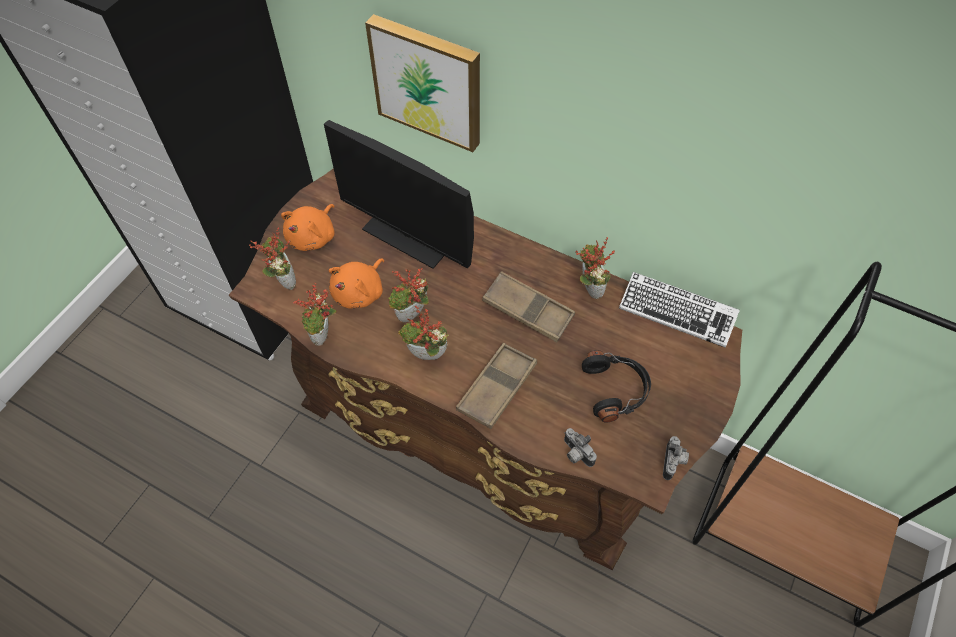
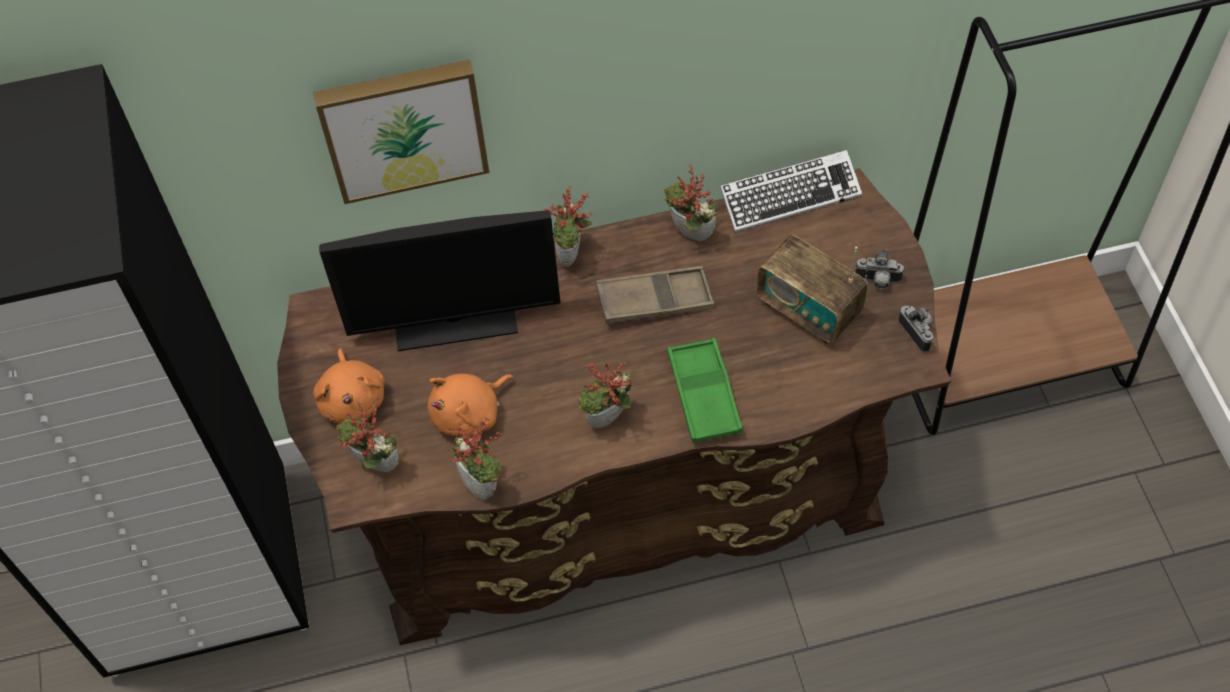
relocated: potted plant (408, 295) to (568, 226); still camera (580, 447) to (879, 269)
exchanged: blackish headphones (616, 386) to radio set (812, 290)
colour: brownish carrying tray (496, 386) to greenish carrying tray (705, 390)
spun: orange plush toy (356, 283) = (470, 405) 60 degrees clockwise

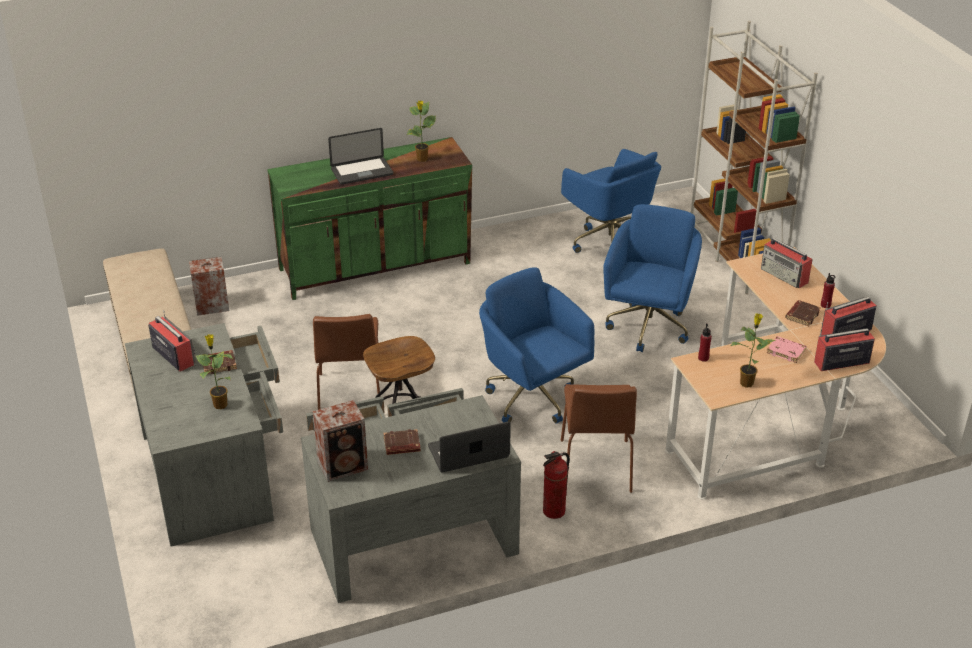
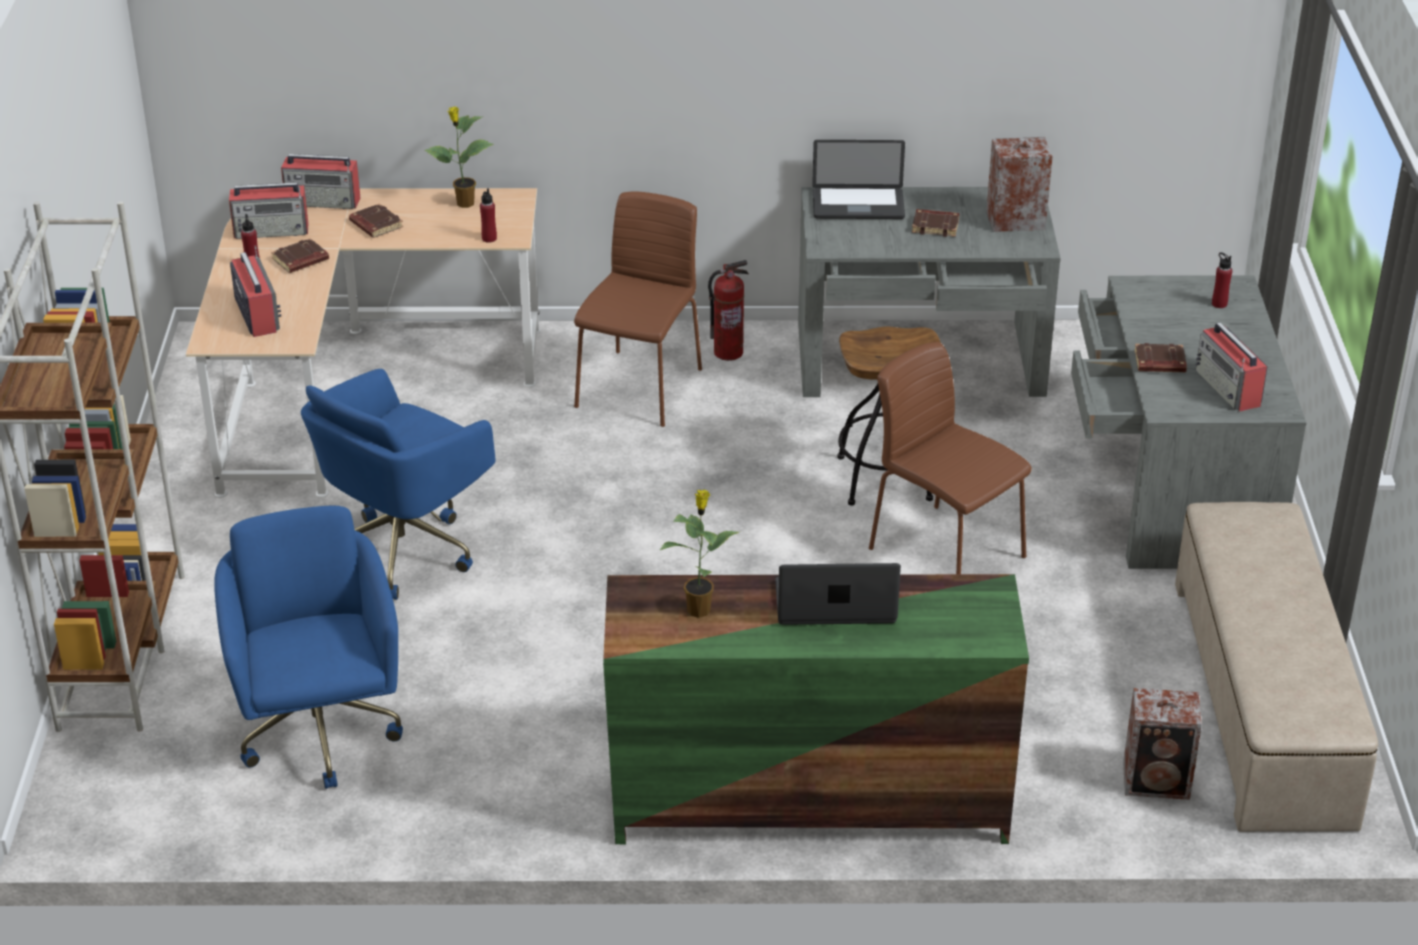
missing: blue office chair (536, 345); potted plant (214, 371)
appeared: red-coloured drink bottle (1222, 280)
colour: pinkish bound book (786, 349) to brownish bound book (376, 221)
spun: brownish chair (346, 362) = (950, 458) 60 degrees counterclockwise

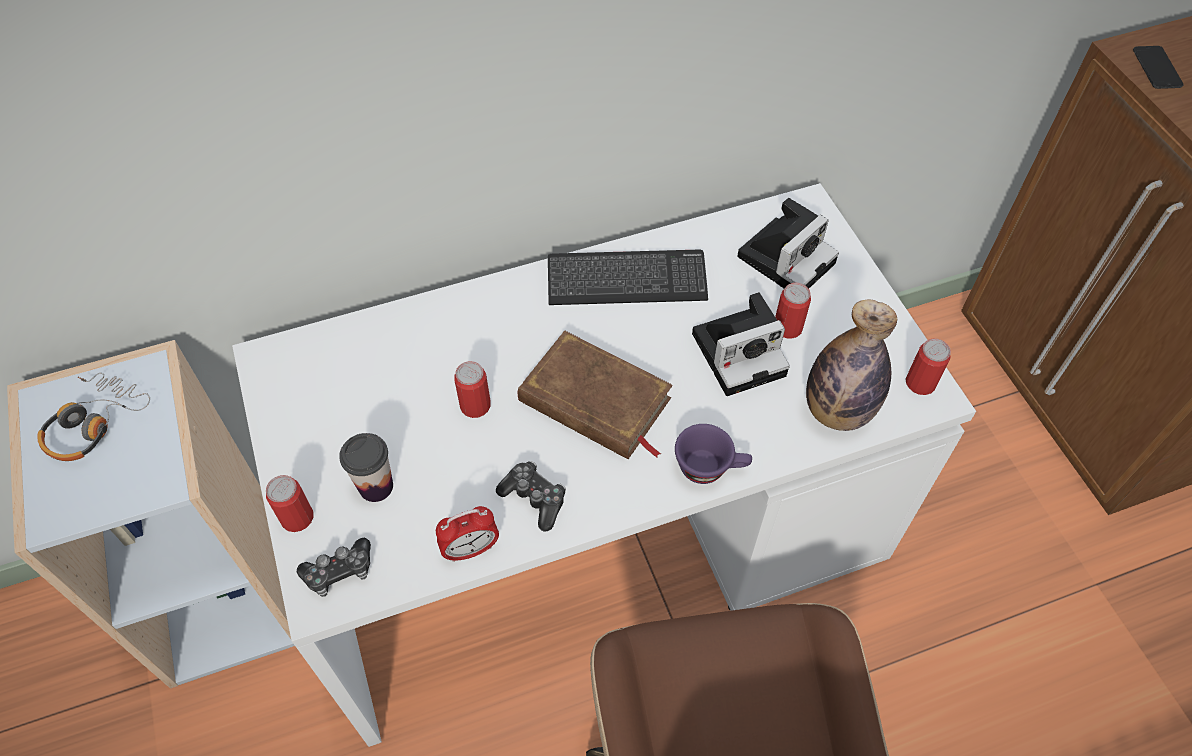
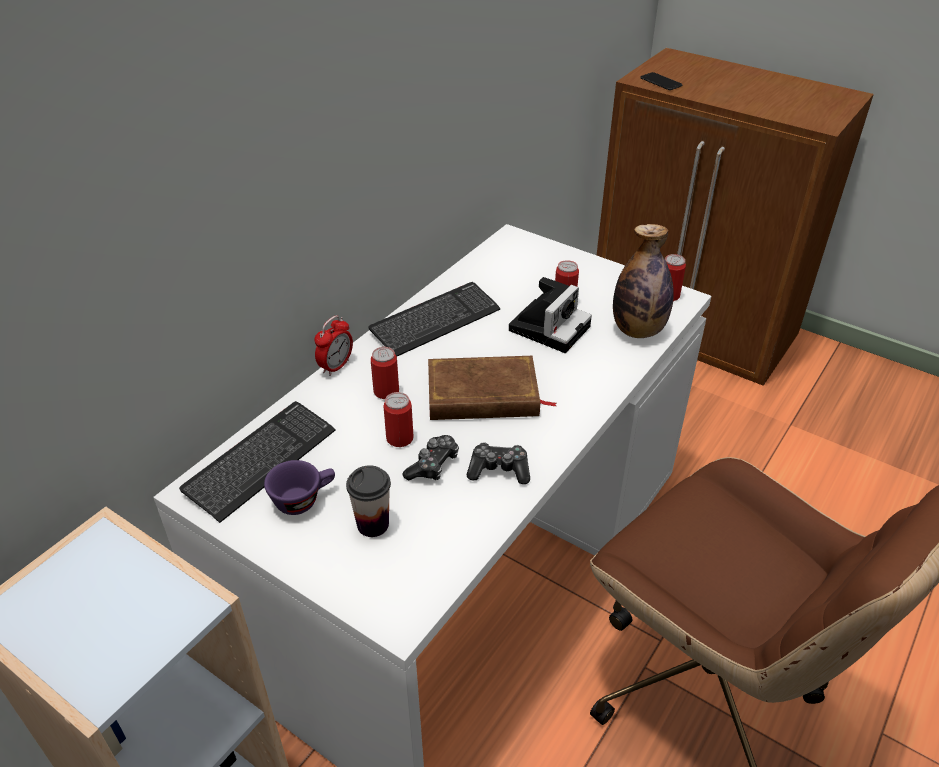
missing: still camera (788, 243); headphones (93, 417)
appeared: keyboard (257, 462)
relocated: purple-coloured cup (713, 454) to (299, 487); metal can (290, 503) to (385, 373); table clock (467, 534) to (334, 345); joypad (334, 567) to (430, 458)

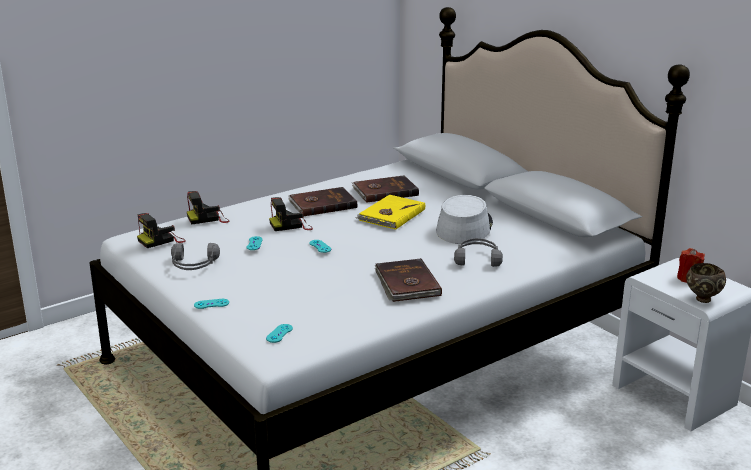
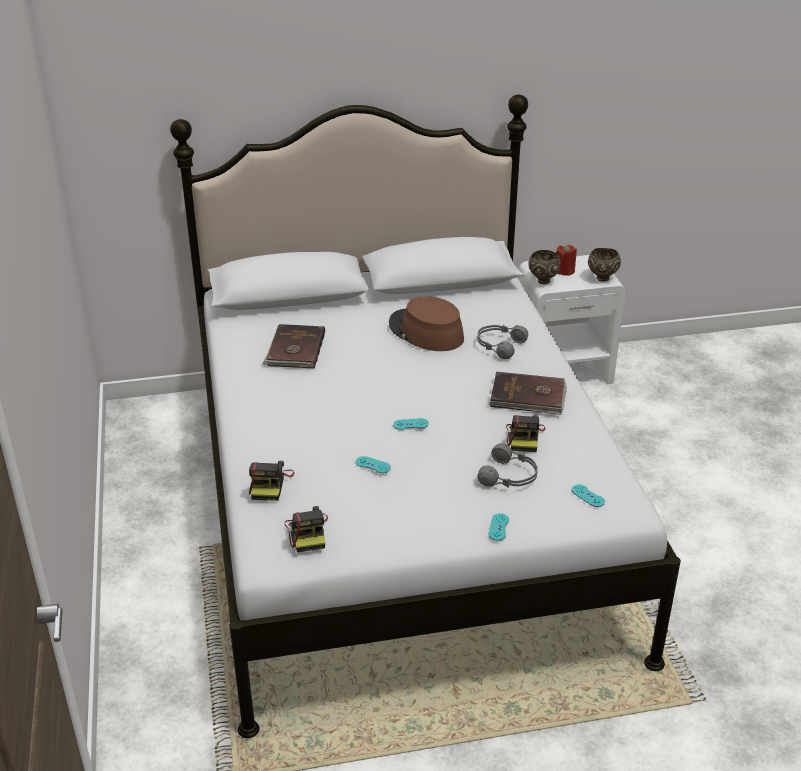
missing: brownish bound book (322, 202); yellowish bound book (390, 212)
appeared: brownish bowl (544, 267)
relocated: still camera (291, 214) to (525, 433); greyish headphones (195, 256) to (507, 465)
colour: greyish hat (464, 219) to brownish hat (426, 323)

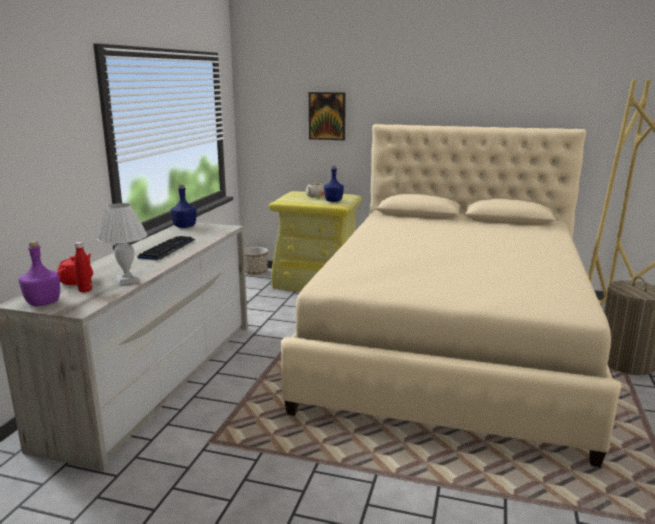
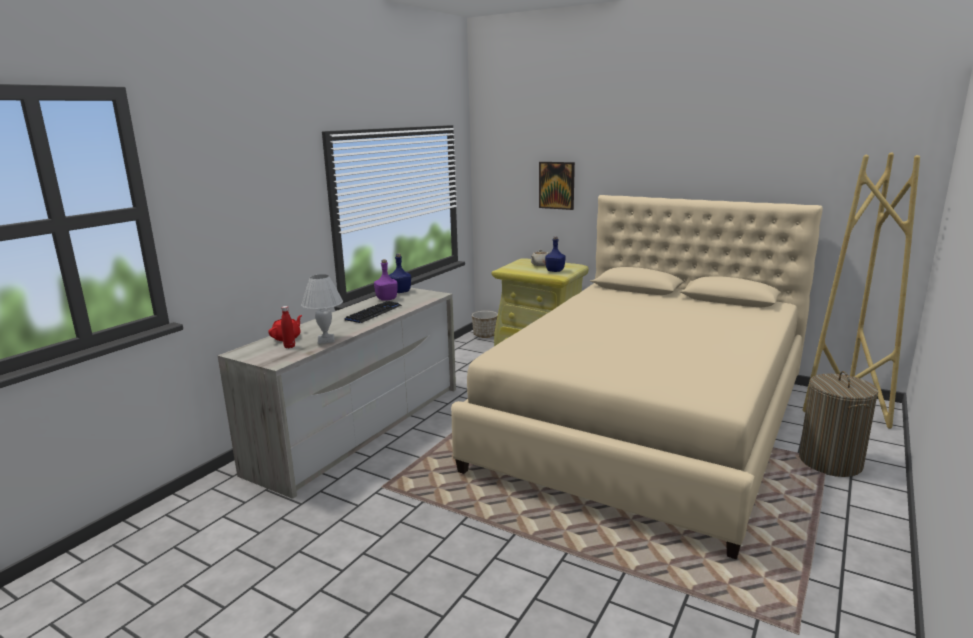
relocated: purple-coloured drink bottle (39, 273) to (386, 280)

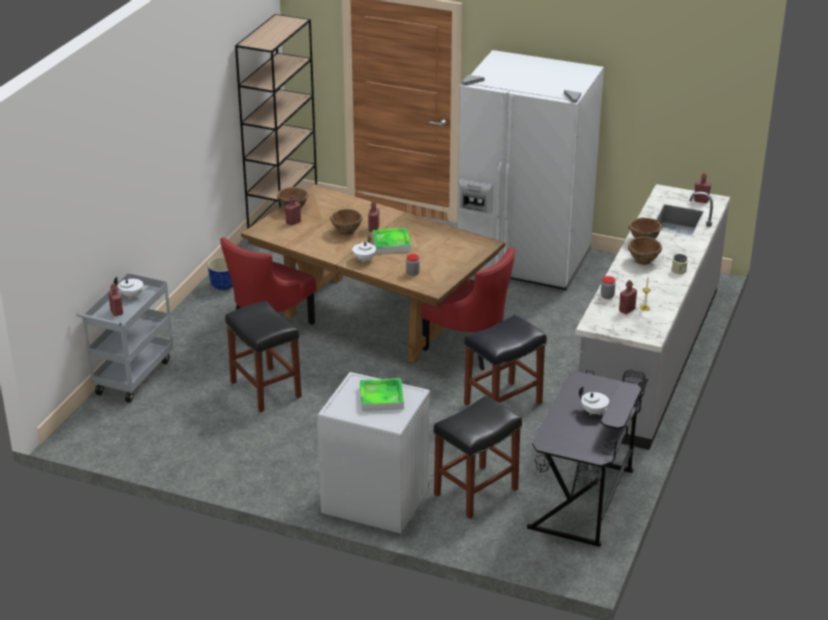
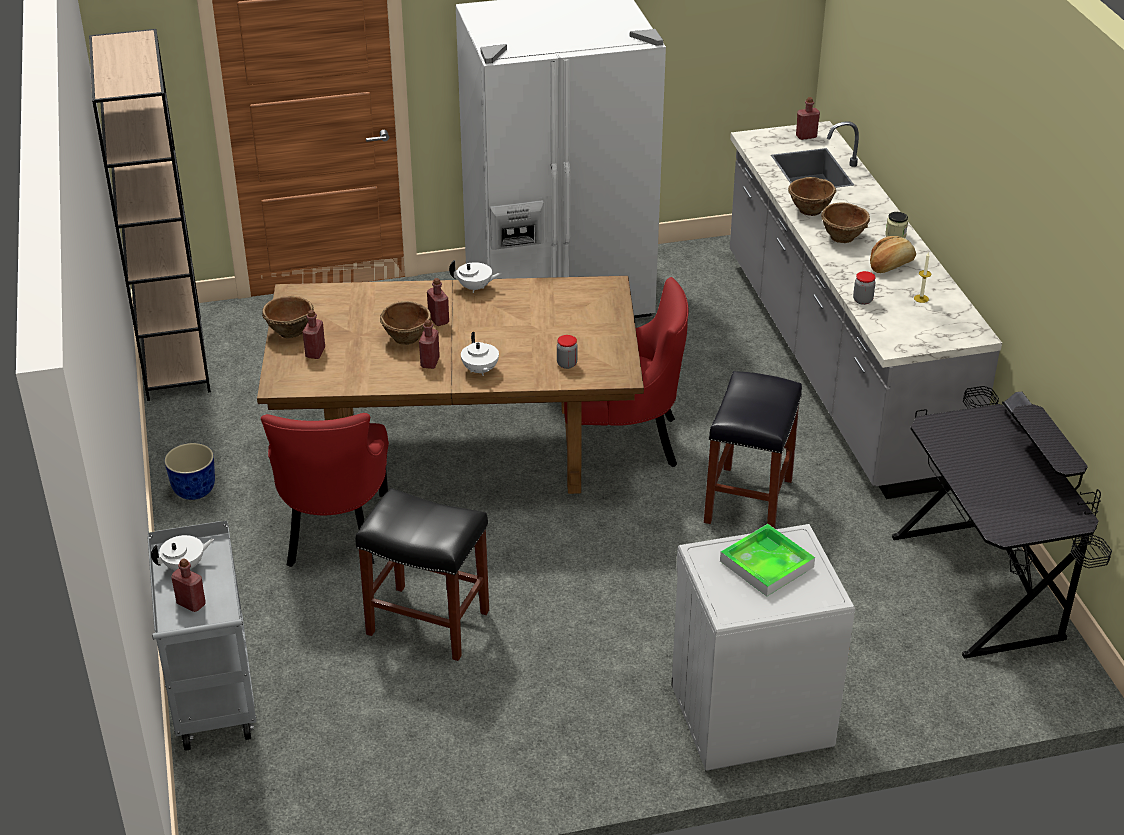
missing: carrying tray (391, 240); blackish sitting stool (478, 457)
appeared: baked bread (893, 254)
relocated: red-coloured drink bottle (628, 297) to (429, 344); white-coloured teapot (594, 400) to (475, 276)

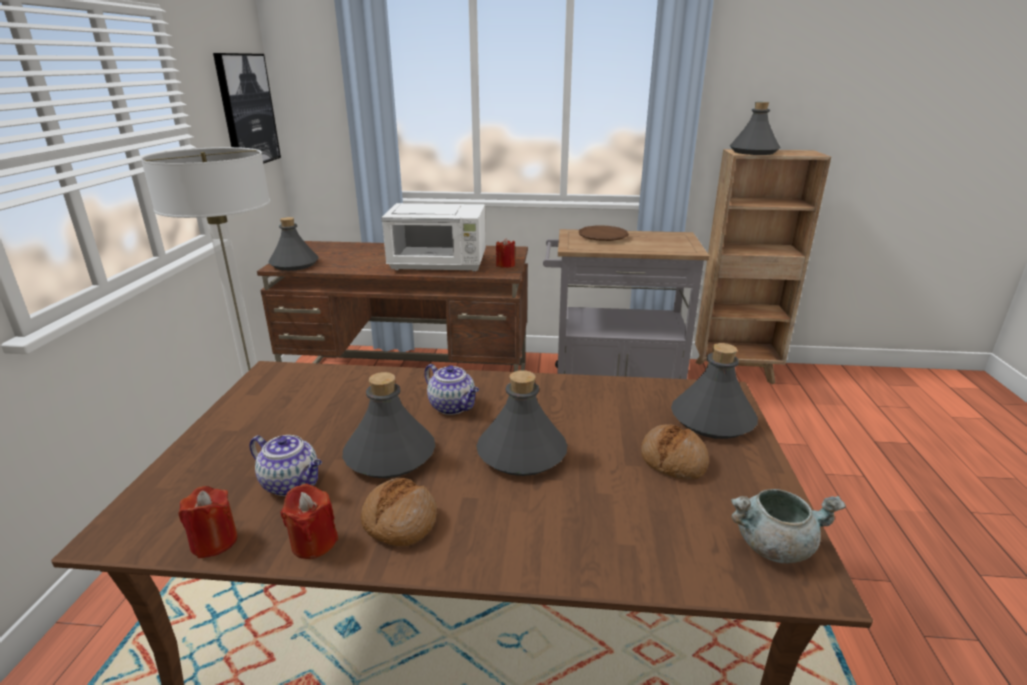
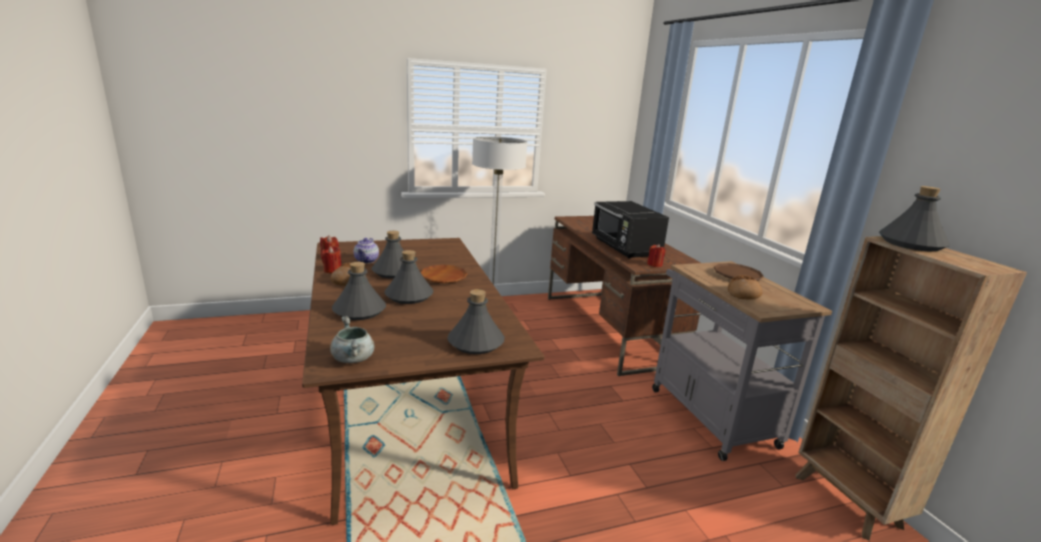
missing: picture (247, 108)
relocated: greyish drink bottle (293, 244) to (359, 291); baked bread (675, 452) to (745, 287)
exchanged: teapot (451, 389) to brownish flat dish (443, 274)
colour: white-coloured kitchen microwave (433, 237) to blackish kitchen microwave (630, 230)

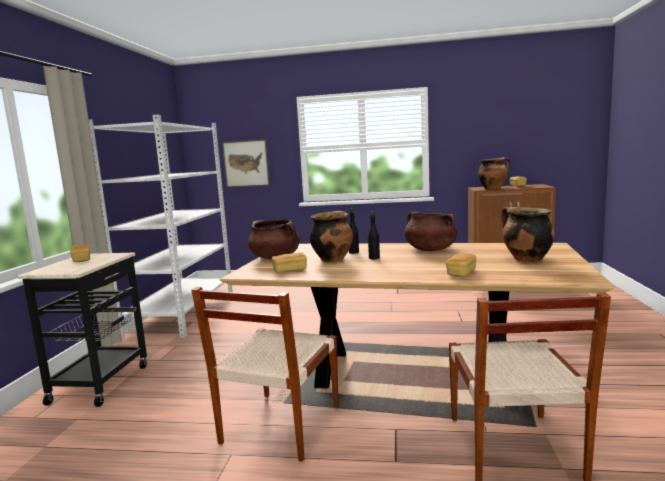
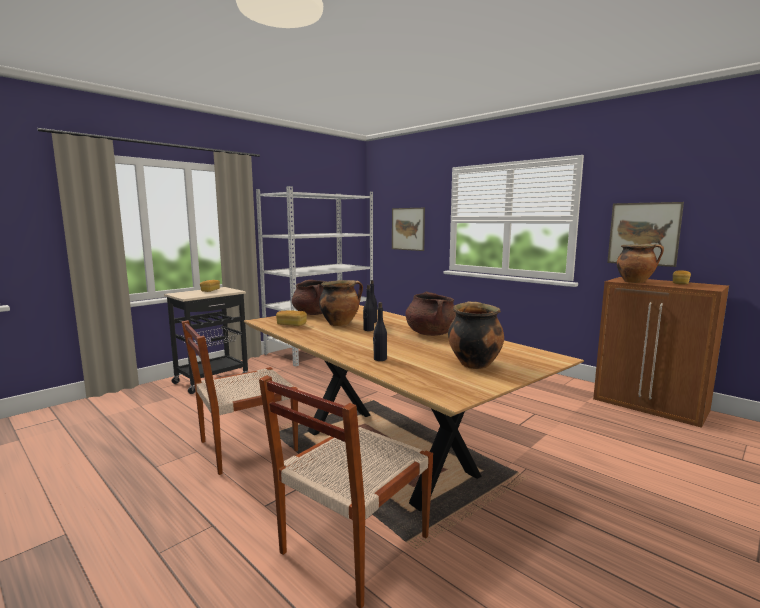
appeared: picture (645, 234)
exchanged: baked bread (461, 265) to blackish drink bottle (380, 331)

